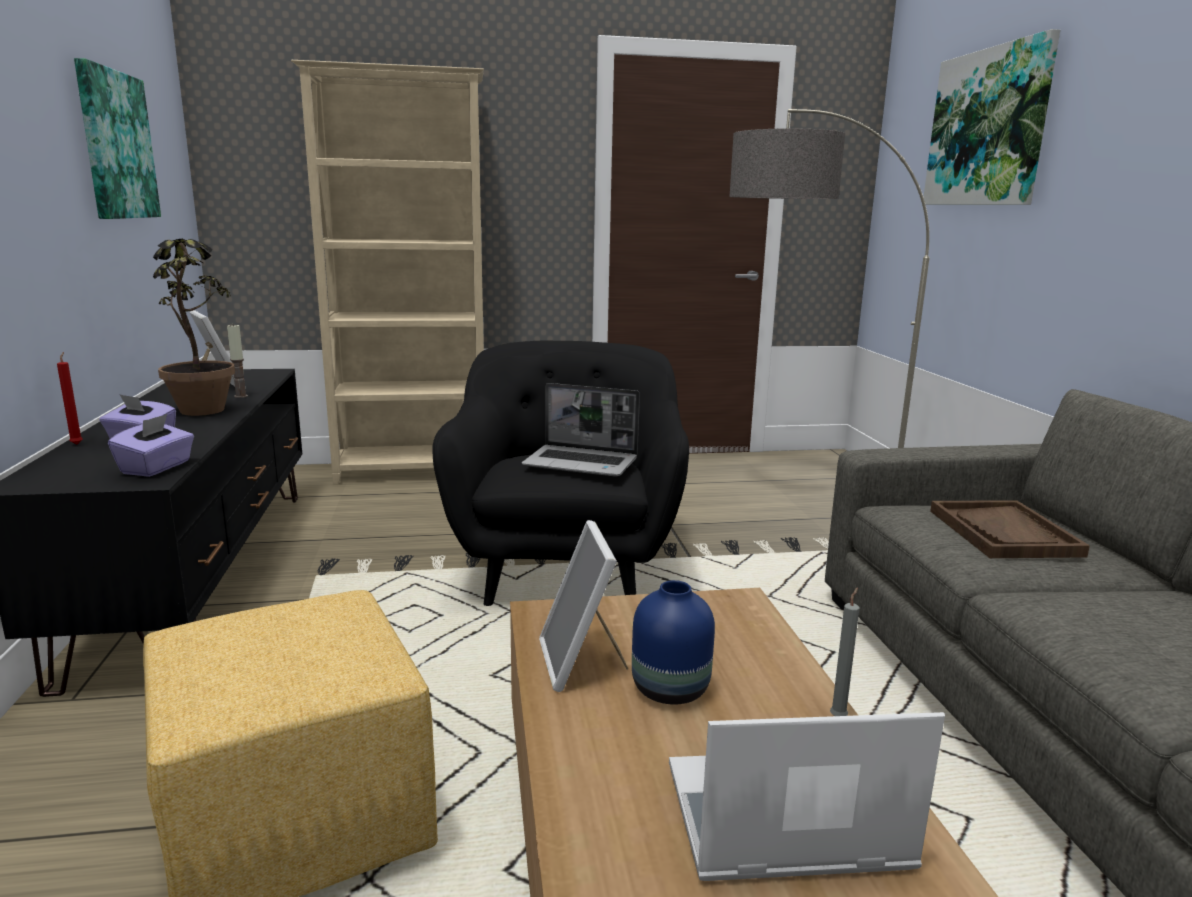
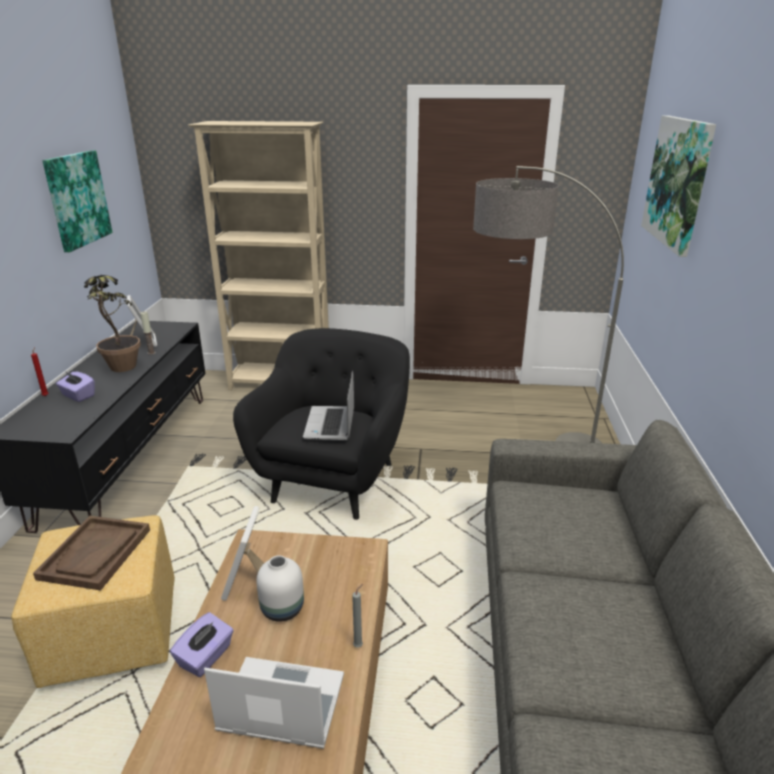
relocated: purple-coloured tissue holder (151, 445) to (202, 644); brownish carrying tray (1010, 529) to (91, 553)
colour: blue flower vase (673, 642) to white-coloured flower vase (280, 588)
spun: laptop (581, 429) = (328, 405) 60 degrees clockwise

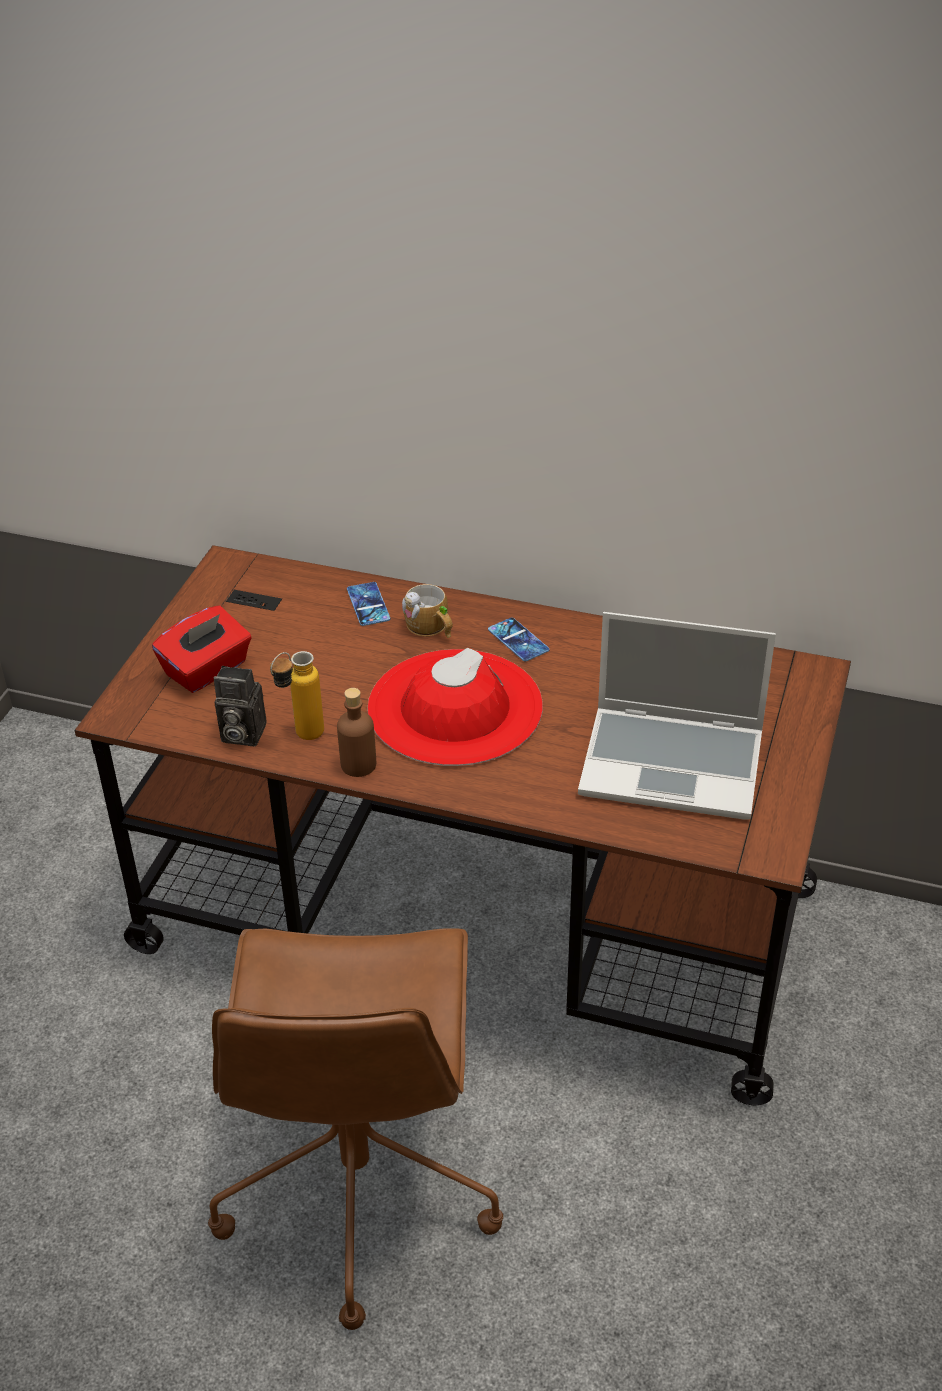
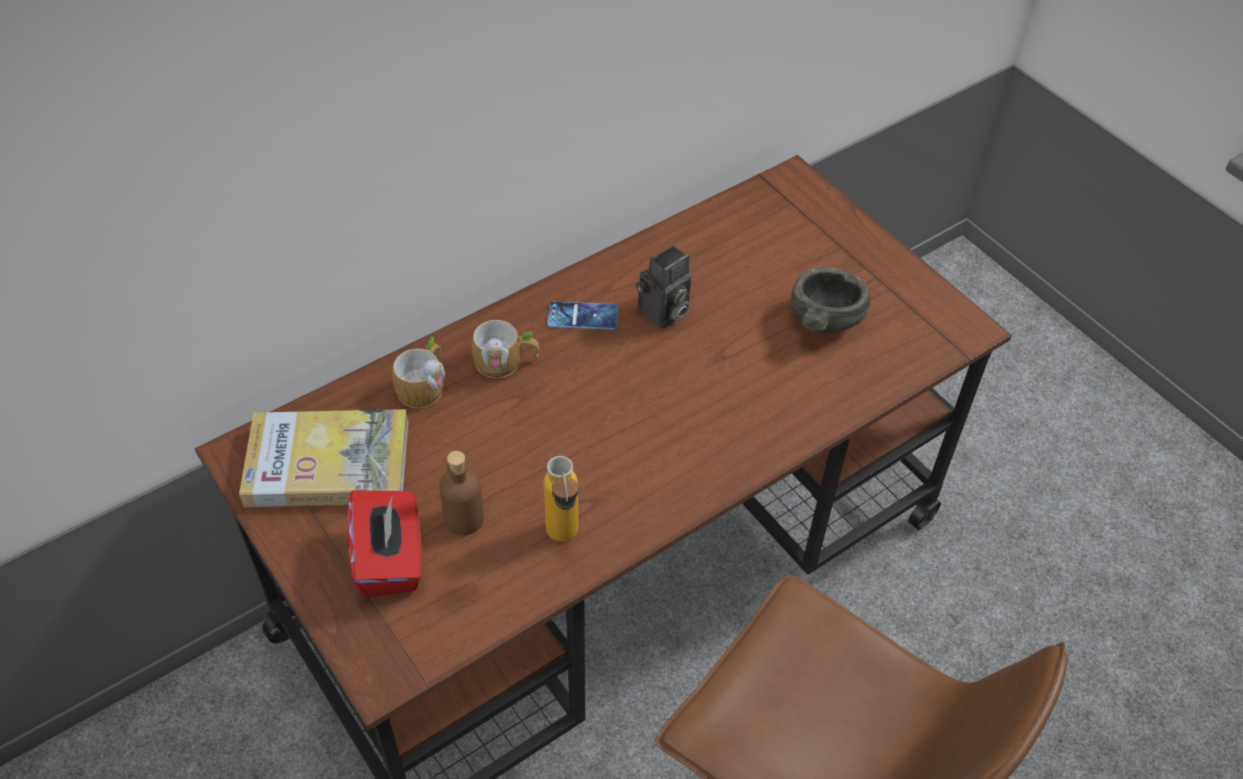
missing: red-coloured hat (455, 707)
appeared: bound book (324, 458)
relocated: still camera (240, 706) to (663, 287); brownish drink bottle (356, 732) to (461, 493)
exchanged: phone (368, 604) to mug (418, 372); laptop (677, 716) to greyish bowl (831, 300)

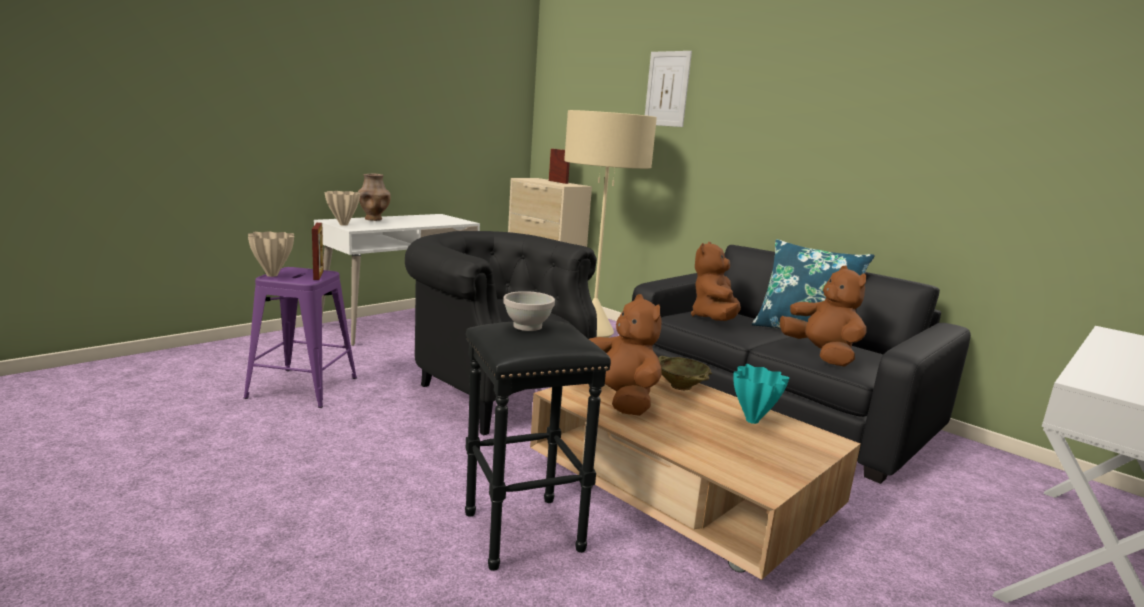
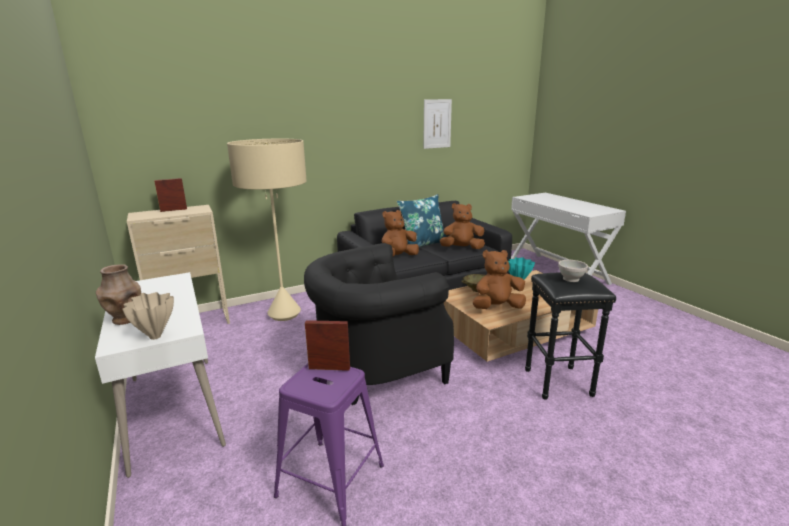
missing: beige-coloured flower vase (271, 254)
relocated: picture (668, 89) to (437, 124)
spun: brownish plush toy (716, 281) = (400, 233) 105 degrees clockwise

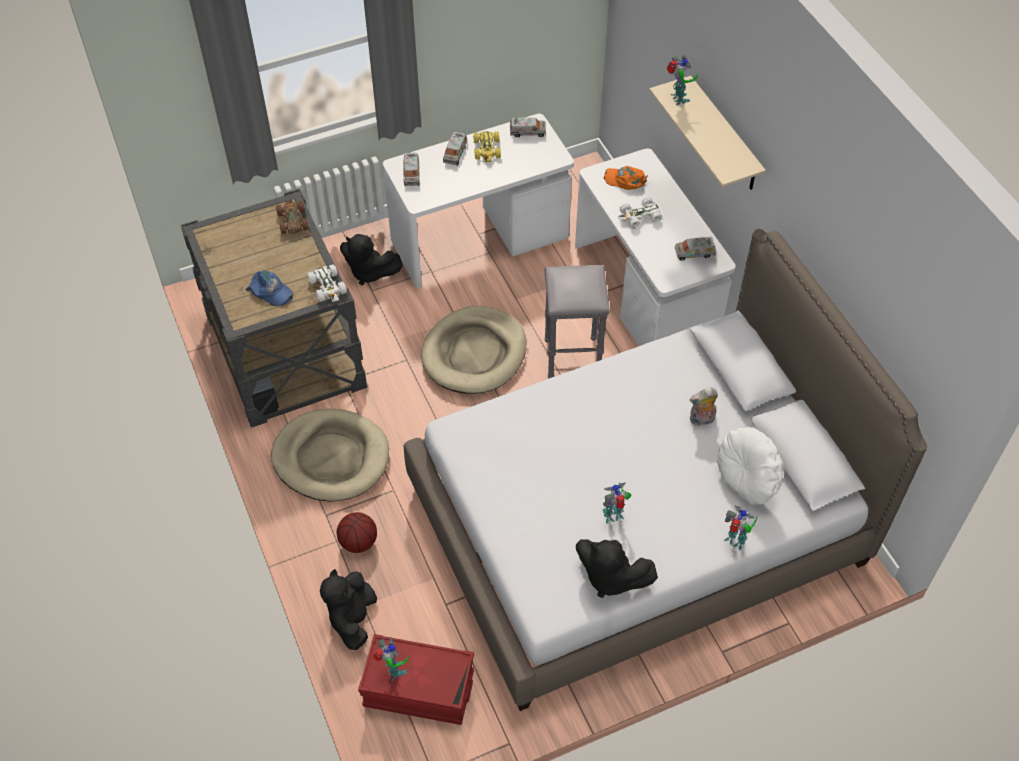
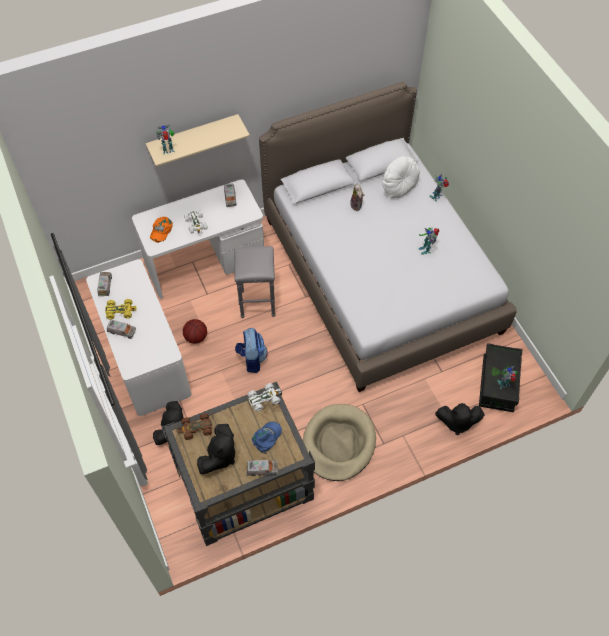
relocated: toy truck (411, 169) to (262, 468); basketball ball (357, 532) to (195, 331); blackish plush toy (617, 568) to (216, 449)
exchanged: beige-coloured pet bed (474, 350) to backpack (251, 350)
colour: red-coloured storage container (416, 679) to blackish storage container (500, 377)

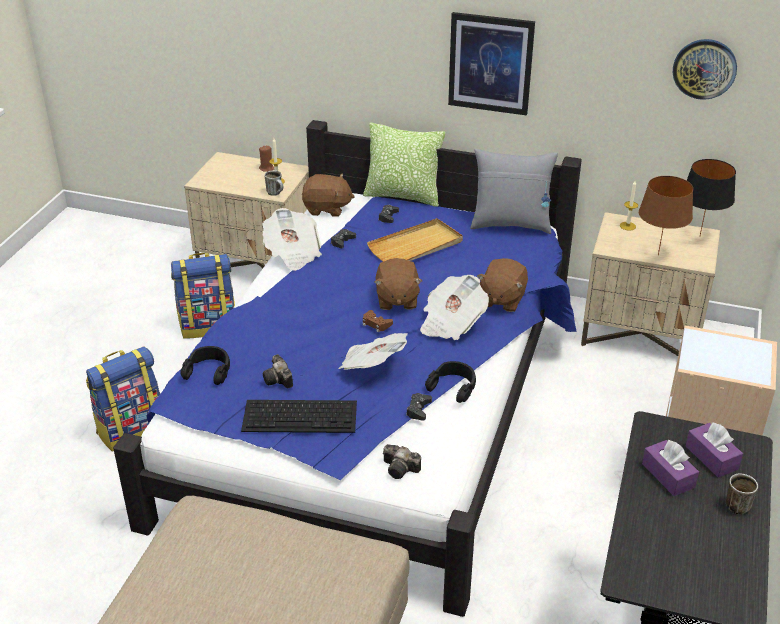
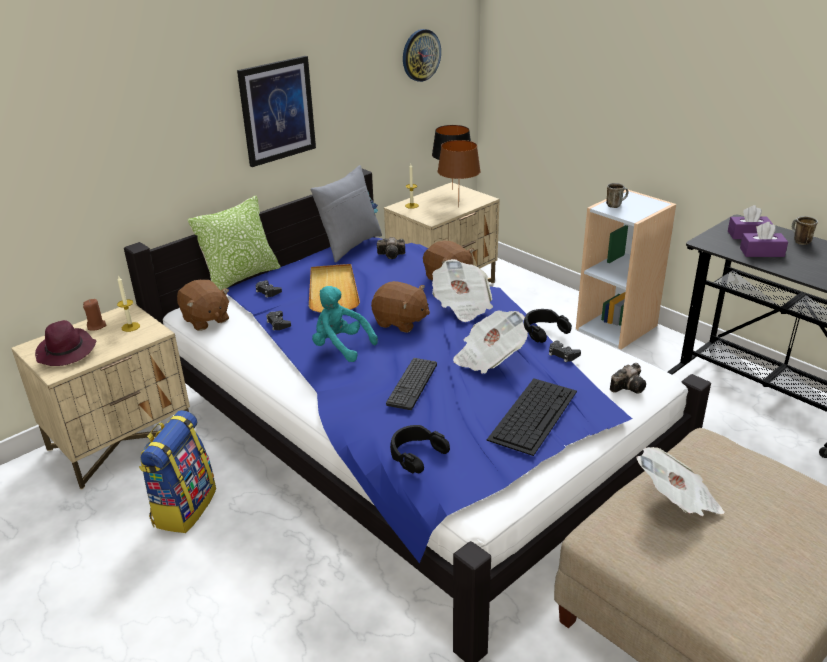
missing: brownish joypad (378, 321); backpack (123, 399)
appeared: blue-green plush toy (345, 324); purple-coloured hat (65, 343); keyboard (411, 384)
relocated: mug (273, 183) to (617, 195); daily paper (292, 239) to (680, 481); still camera (278, 371) to (391, 248)
spun: brownish plush toy (328, 195) = (203, 305) 105 degrees clockwise

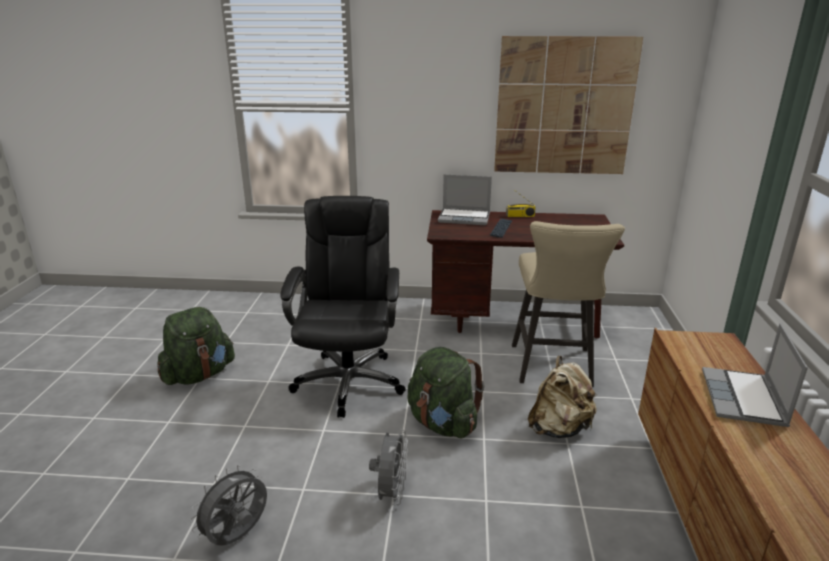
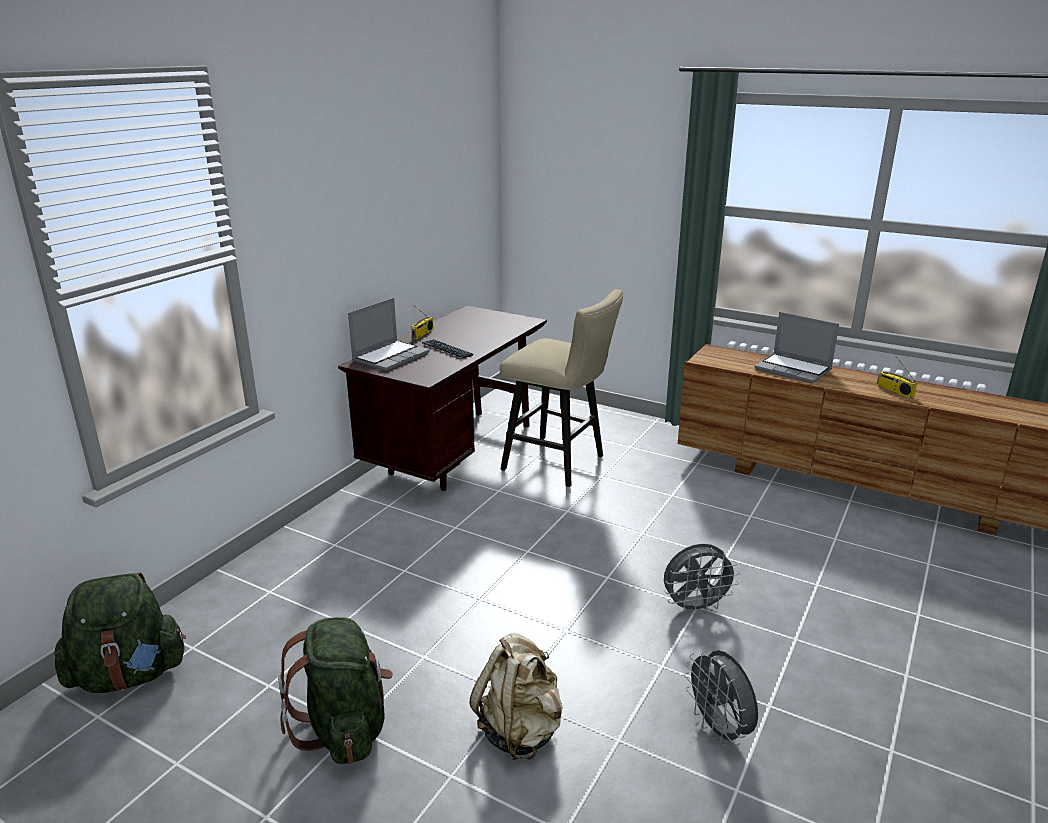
missing: picture (568, 105); blackish office chair (343, 307)
appeared: radio set (897, 375)
relocated: greenish backpack (445, 393) to (120, 633); beige-coloured backpack (562, 397) to (516, 696)
spun: greyish fan (388, 467) = (702, 579) 135 degrees clockwise

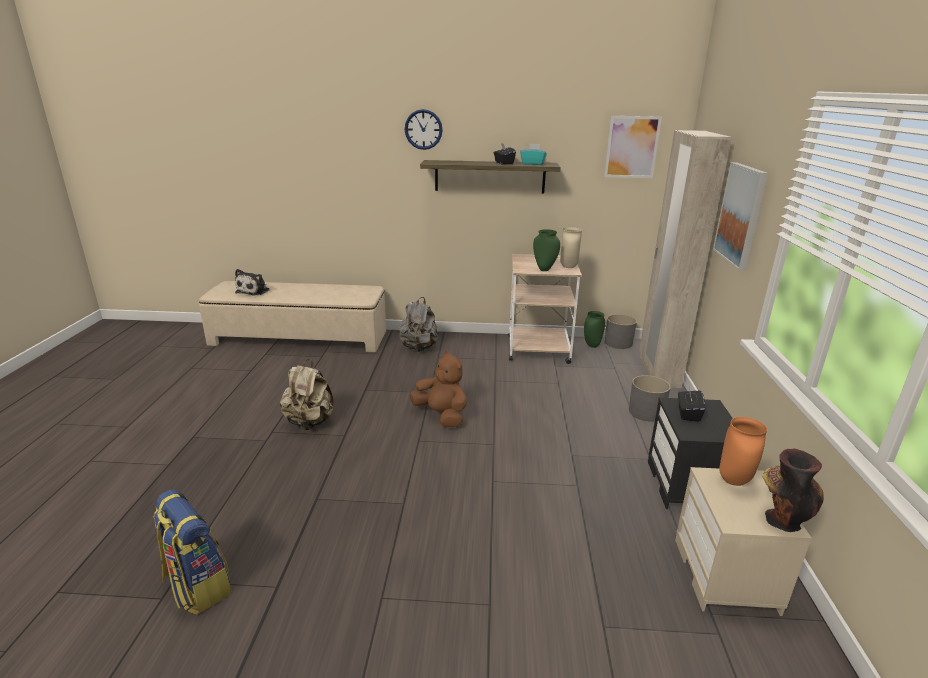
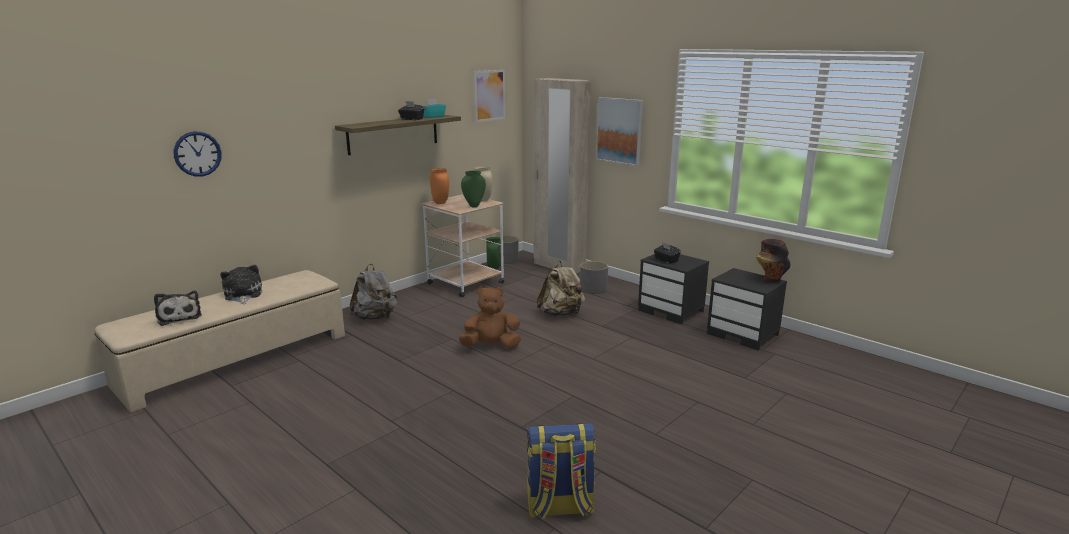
appeared: plush toy (241, 284)
relocated: hanging clock (424, 129) to (198, 154); beige-coloured backpack (307, 394) to (561, 288); orange flower vase (743, 451) to (439, 186)
colour: beige-coloured nightstand (743, 541) to blackish nightstand (747, 309)

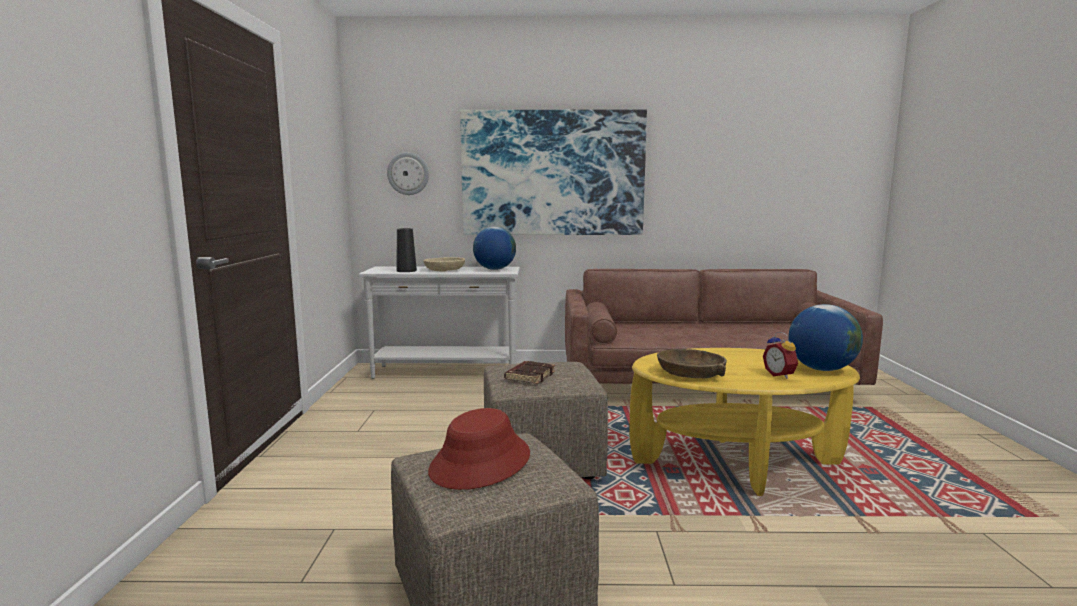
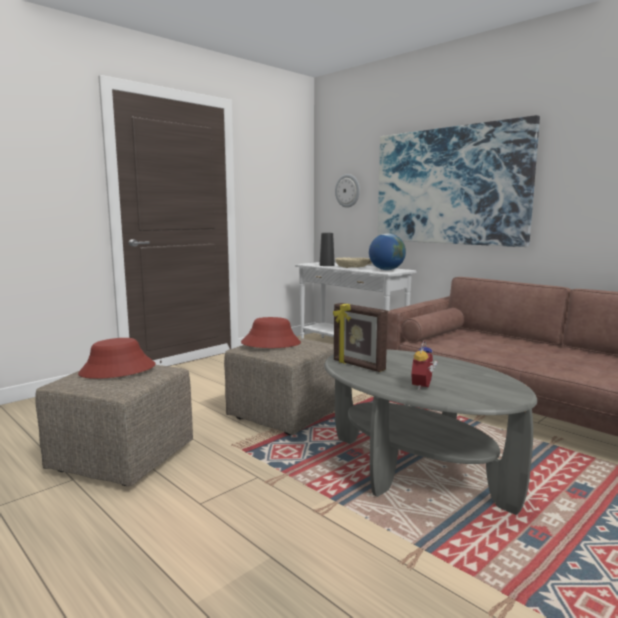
missing: world globe (826, 337)
exchanged: brownish bowl (692, 363) to photo frame (360, 337); brownish bound book (529, 372) to red-coloured hat (271, 332)
colour: yellowish low table (744, 422) to greyish low table (430, 432)

